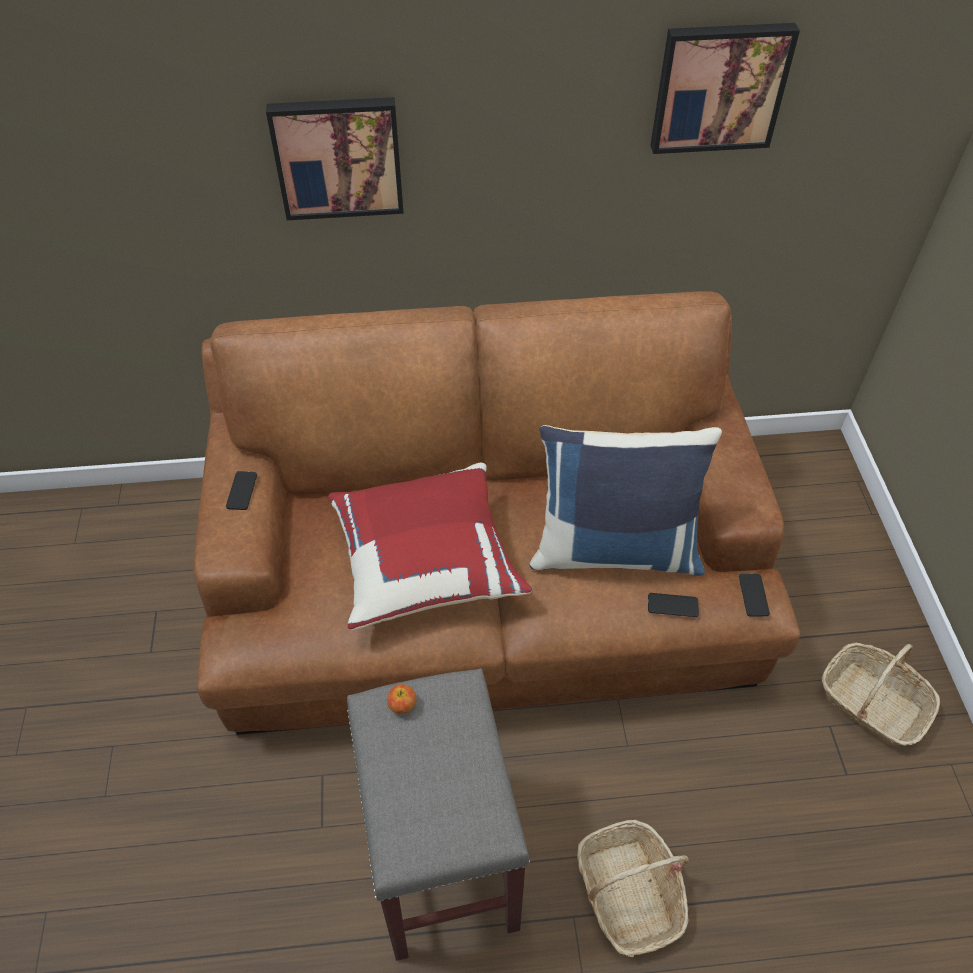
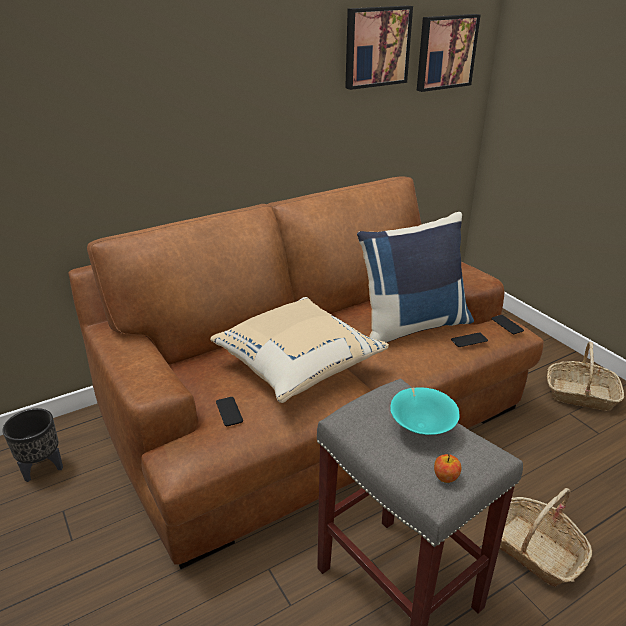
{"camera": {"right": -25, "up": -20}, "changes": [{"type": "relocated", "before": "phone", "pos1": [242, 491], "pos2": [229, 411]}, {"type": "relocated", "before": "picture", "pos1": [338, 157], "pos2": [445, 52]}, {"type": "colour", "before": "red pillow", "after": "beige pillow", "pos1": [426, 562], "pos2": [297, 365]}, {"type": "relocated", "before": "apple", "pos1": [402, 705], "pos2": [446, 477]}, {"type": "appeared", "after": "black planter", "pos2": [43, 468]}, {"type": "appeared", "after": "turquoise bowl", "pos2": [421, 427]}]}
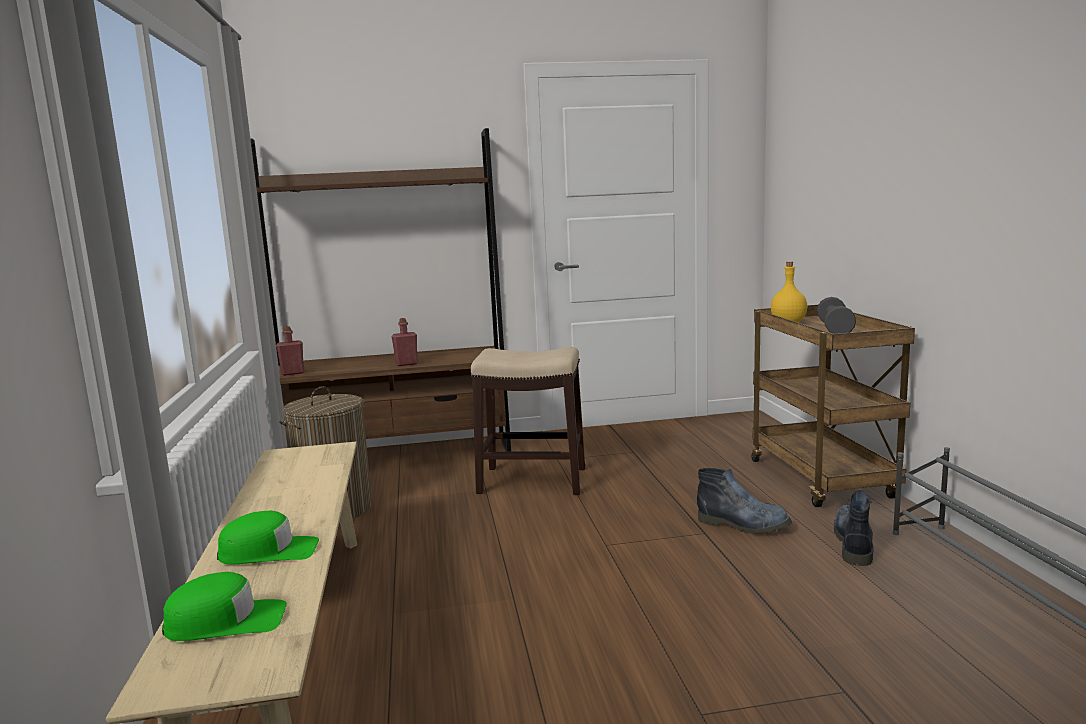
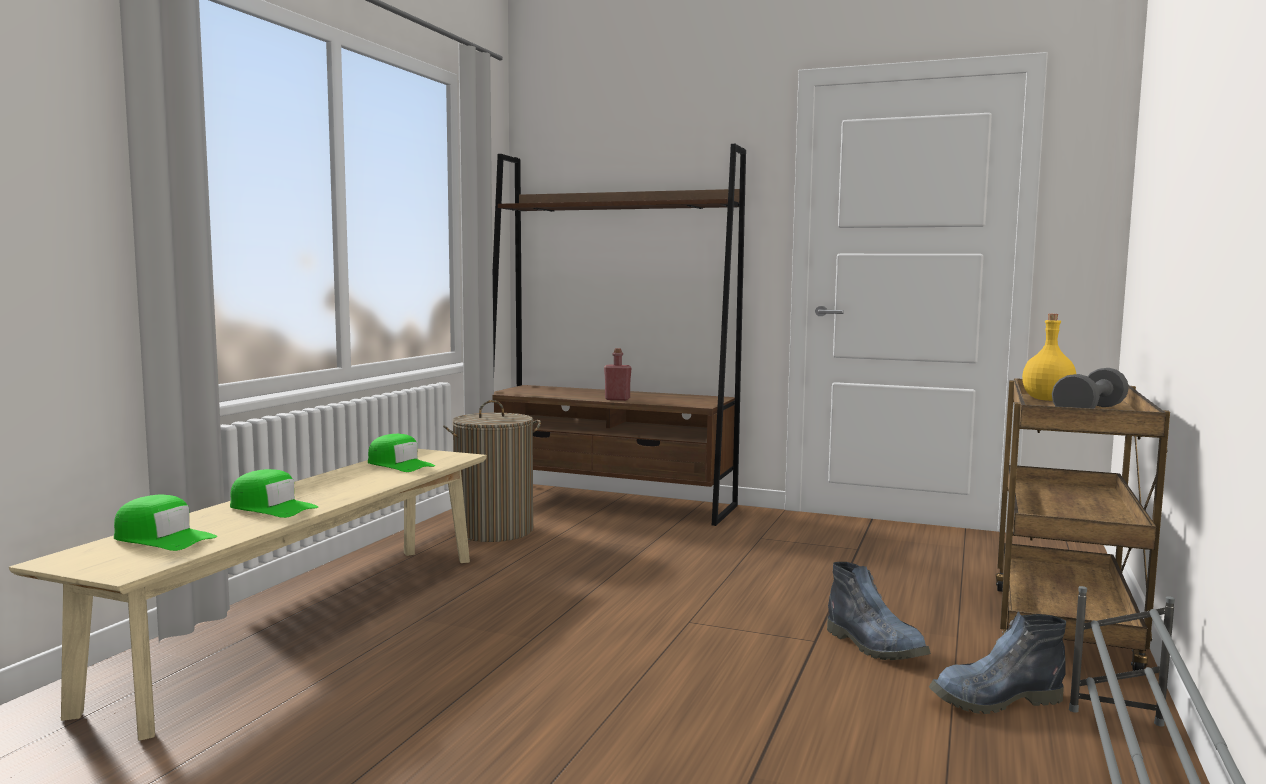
{"camera": {"right": 30, "up": -5}, "changes": [{"type": "missing", "before": "red bottle", "pos1": [292, 373]}, {"type": "missing", "before": "stool", "pos1": [533, 480]}, {"type": "spun", "before": "boot", "pos1": [853, 542], "pos2": [994, 701], "turn": -150}, {"type": "appeared", "after": "green cap", "pos2": [399, 465]}]}
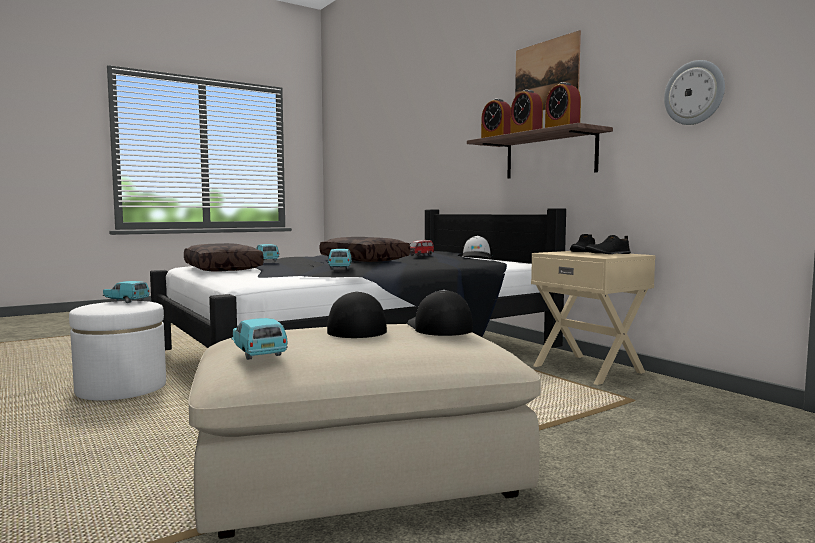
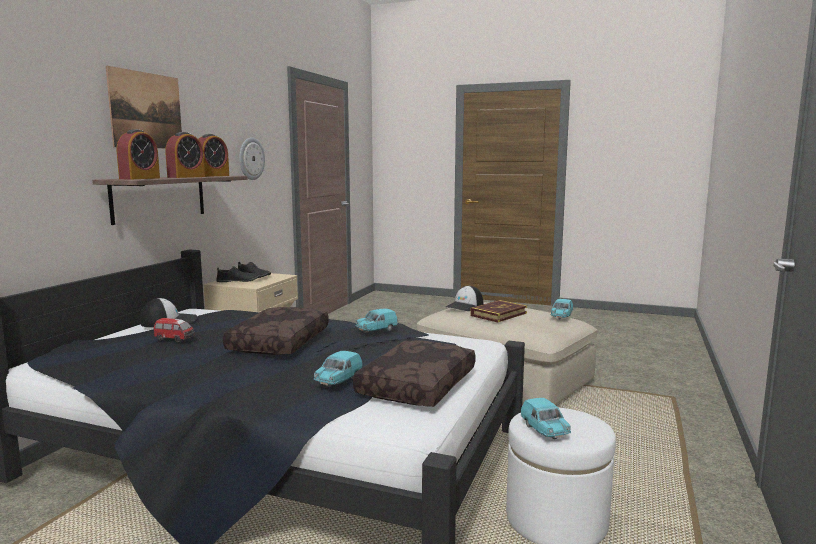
{"camera": {"right": -125, "up": 5}, "changes": [{"type": "exchanged", "before": "cap", "after": "book", "pos1": [355, 329], "pos2": [498, 314]}]}
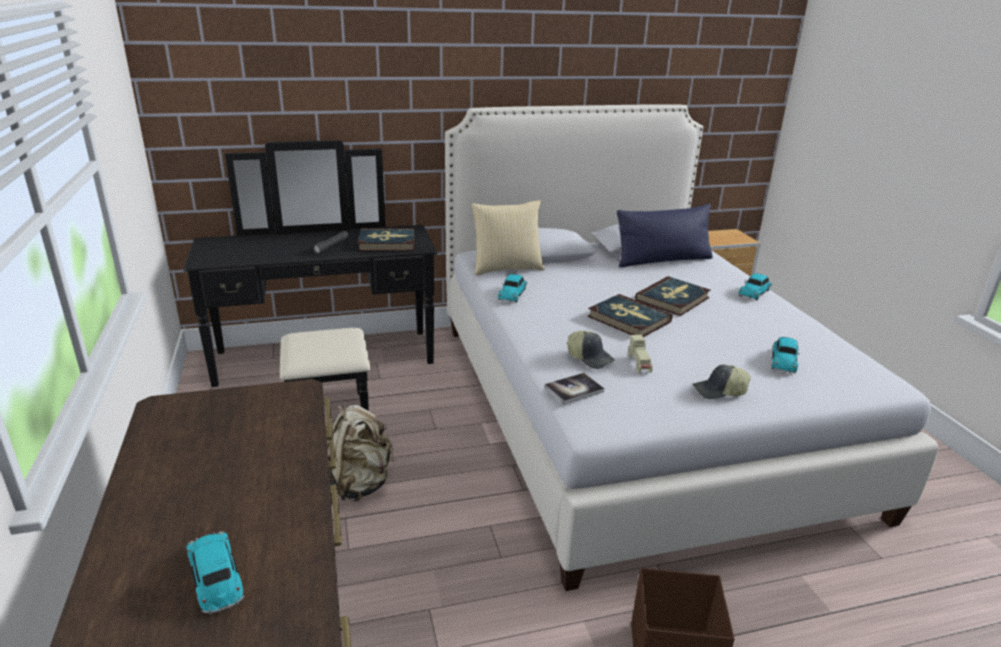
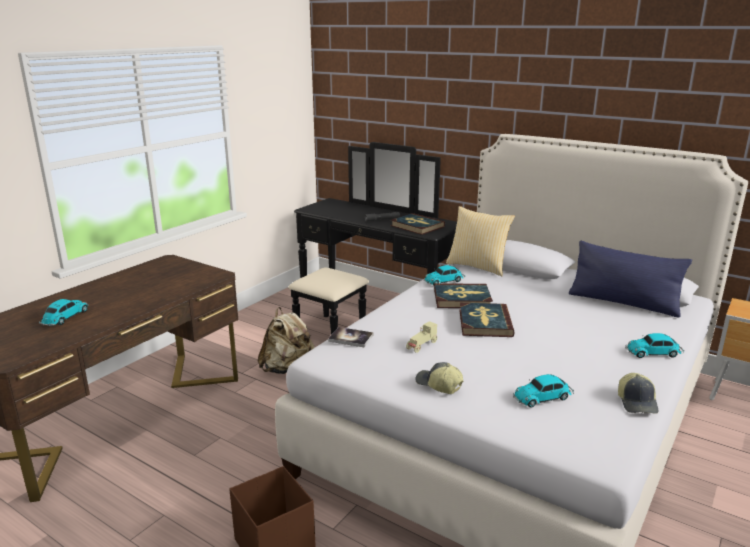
{"camera": {"right": 50, "up": -5}, "changes": [{"type": "relocated", "before": "cap", "pos1": [590, 357], "pos2": [637, 402]}, {"type": "relocated", "before": "book", "pos1": [673, 299], "pos2": [462, 299]}]}
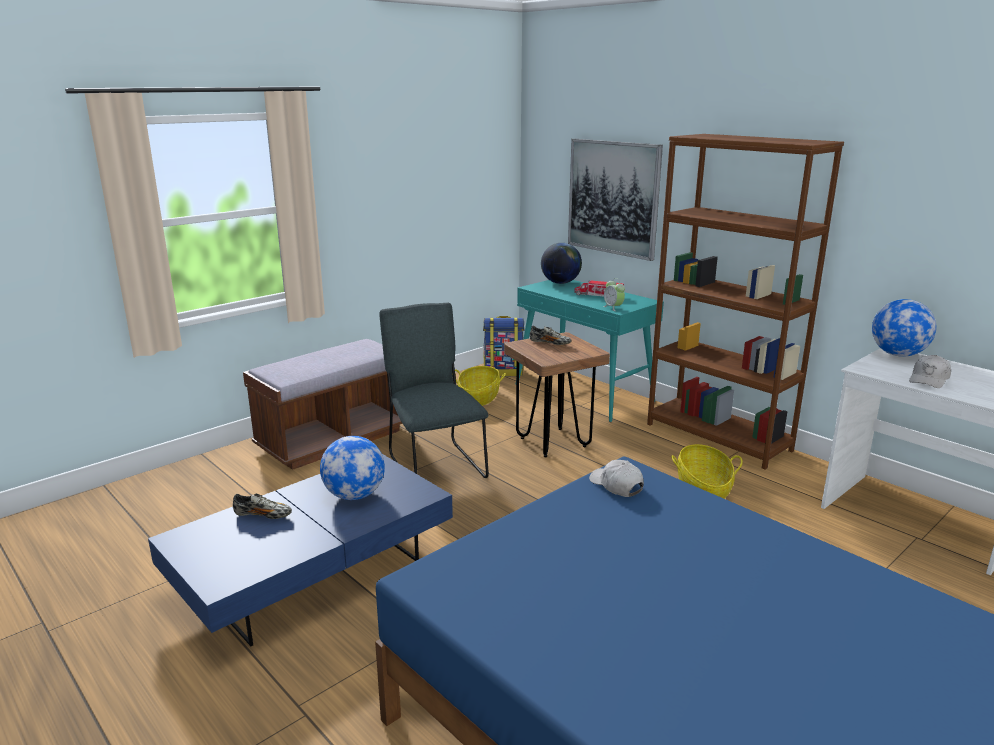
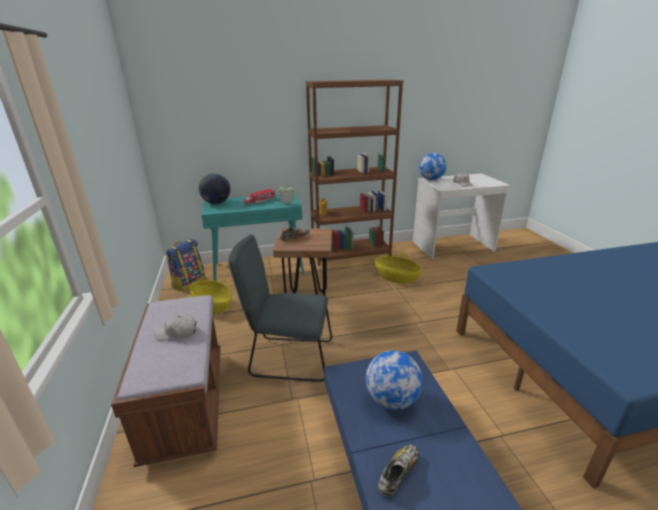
{"camera": {"right": -60, "up": 5}, "changes": [{"type": "missing", "before": "picture", "pos1": [613, 198]}, {"type": "relocated", "before": "white cap", "pos1": [616, 485], "pos2": [177, 332]}]}
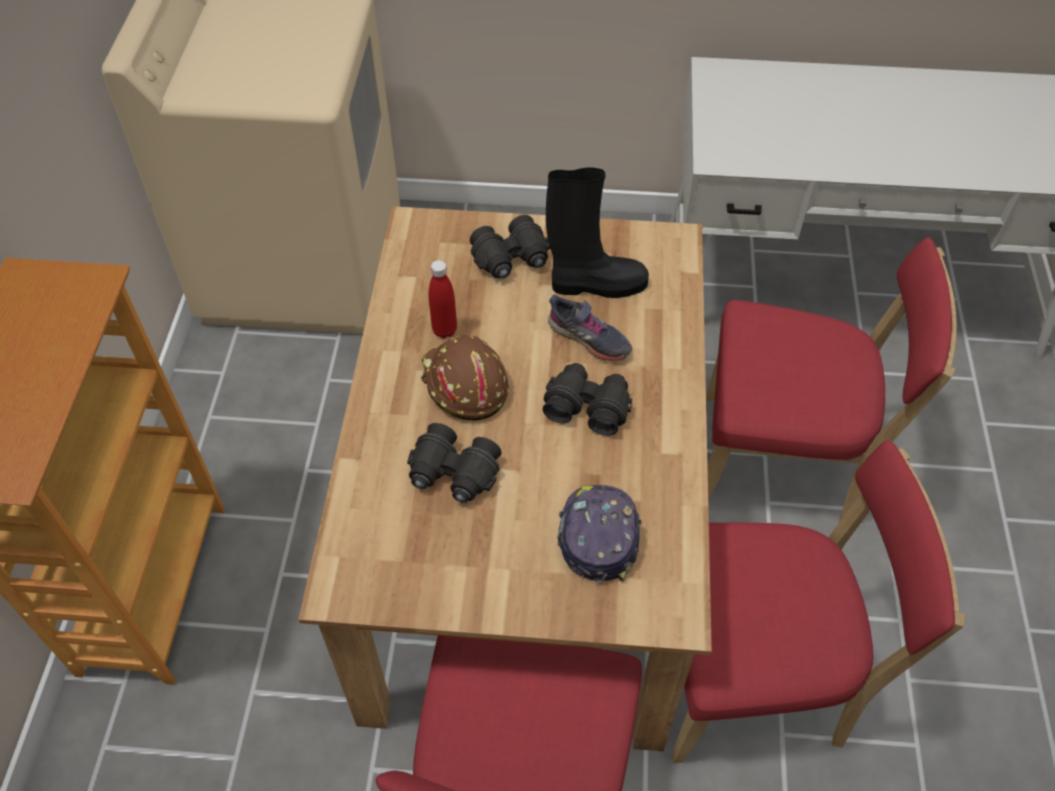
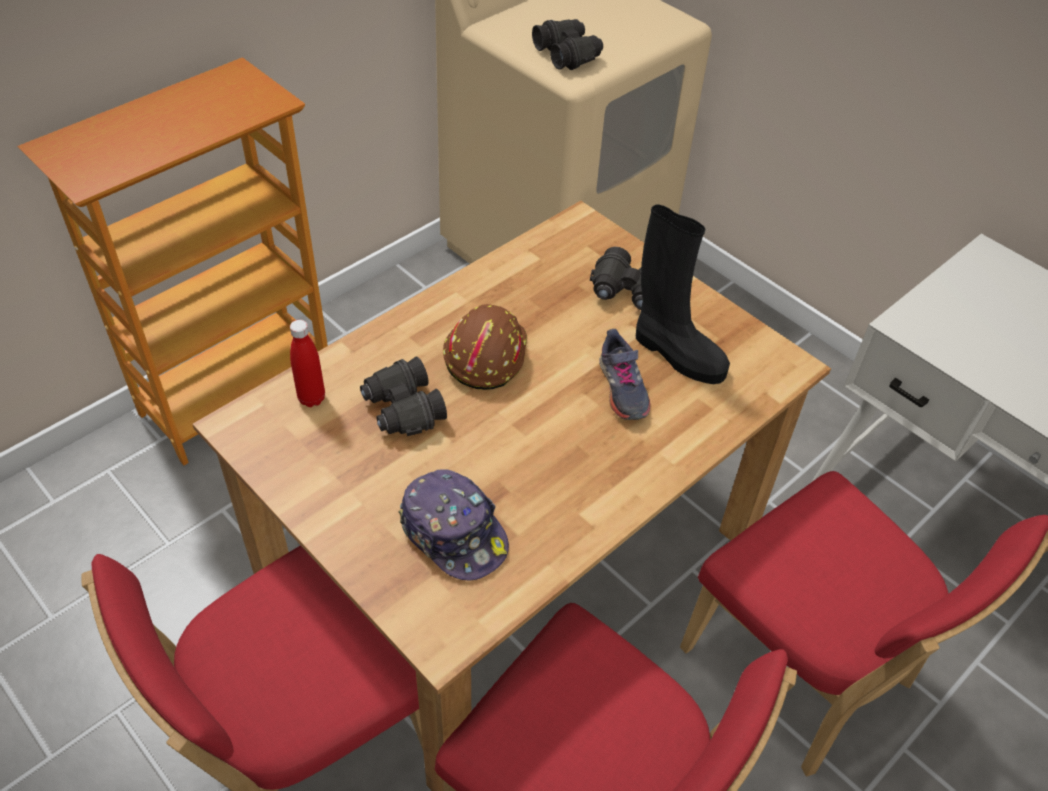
{"camera": {"right": 40, "up": -5}, "changes": [{"type": "relocated", "before": "red bottle", "pos1": [444, 330], "pos2": [312, 398]}, {"type": "relocated", "before": "black binoculars", "pos1": [587, 406], "pos2": [567, 54]}, {"type": "spun", "before": "cap", "pos1": [598, 535], "pos2": [454, 533], "turn": 90}]}
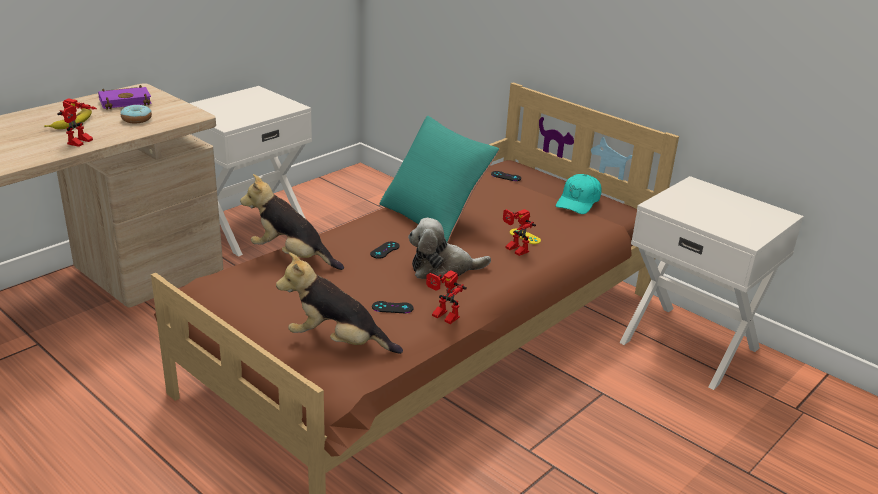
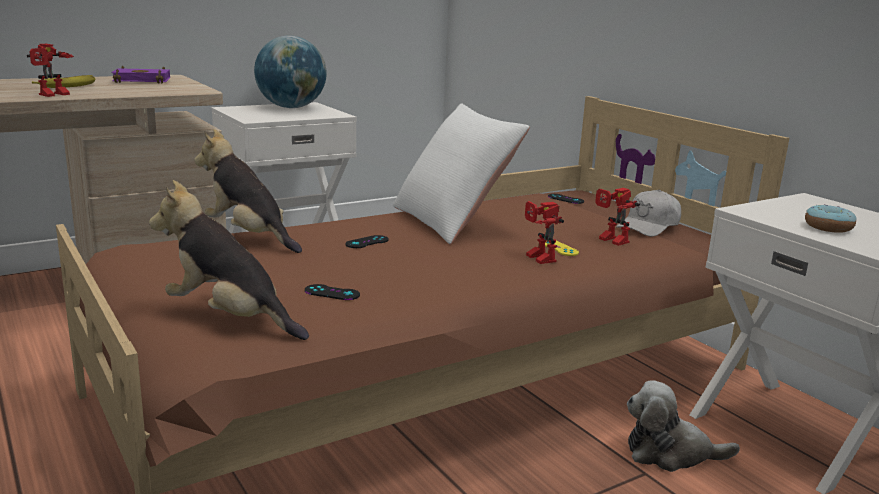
{"camera": {"right": 15, "up": -10}, "changes": [{"type": "relocated", "before": "donut", "pos1": [136, 119], "pos2": [828, 227]}, {"type": "colour", "before": "turquoise pillow", "after": "white pillow", "pos1": [434, 215], "pos2": [453, 221]}, {"type": "relocated", "before": "plush toy", "pos1": [443, 269], "pos2": [670, 453]}, {"type": "relocated", "before": "toy robot", "pos1": [442, 317], "pos2": [609, 240]}, {"type": "colour", "before": "turquoise cap", "after": "white cap", "pos1": [578, 202], "pos2": [649, 226]}, {"type": "appeared", "after": "globe", "pos2": [291, 107]}]}
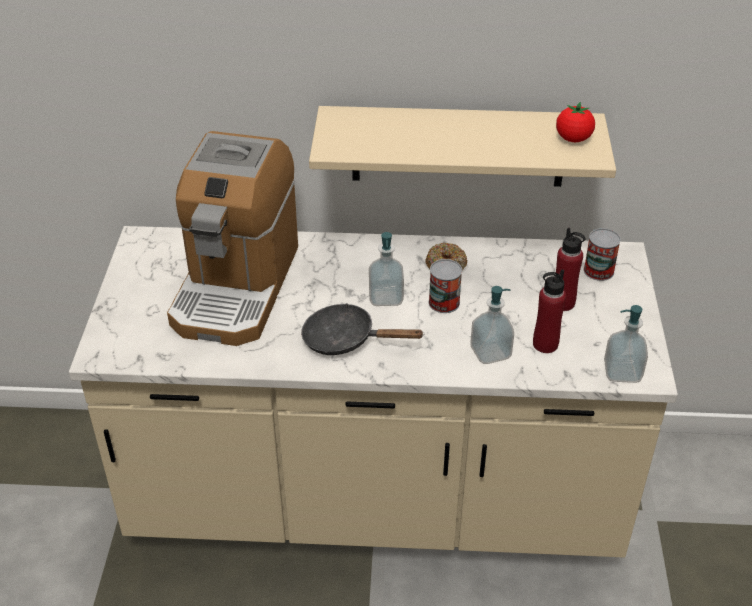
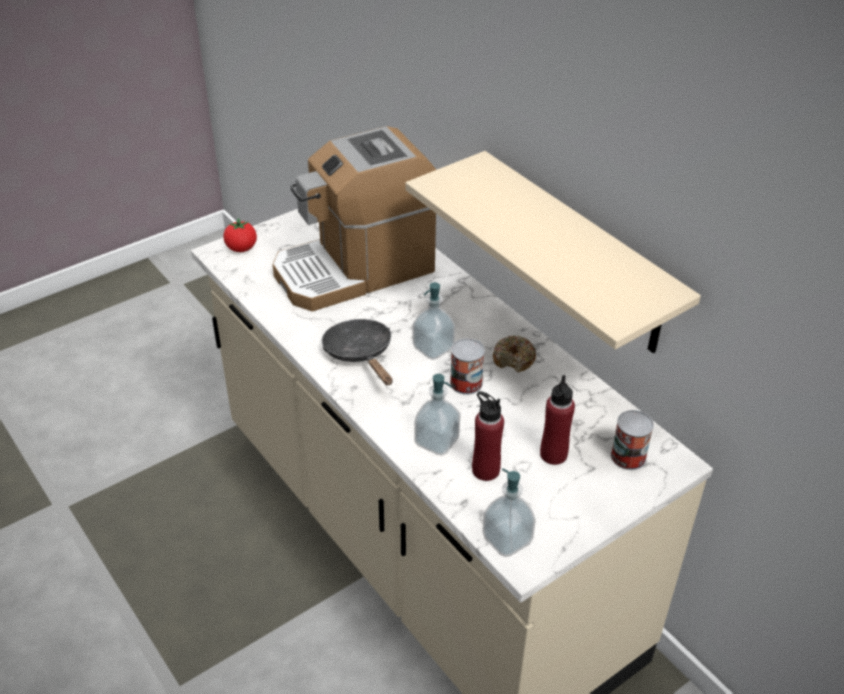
{"camera": {"right": 50, "up": 0}, "changes": [{"type": "relocated", "before": "tomato", "pos1": [573, 139], "pos2": [241, 248]}]}
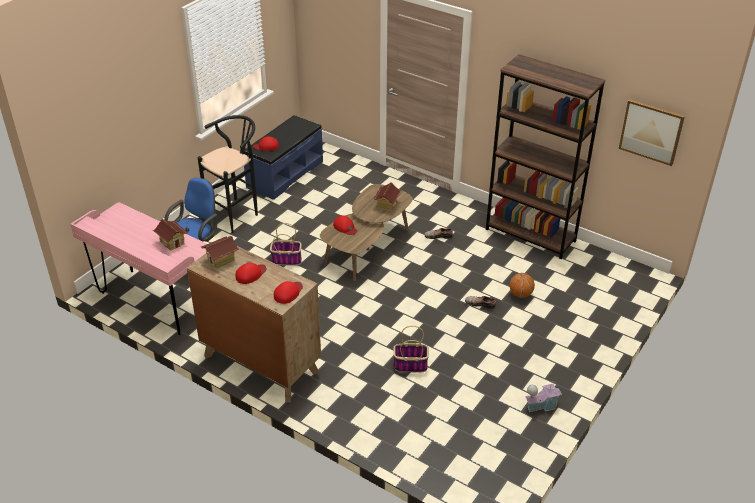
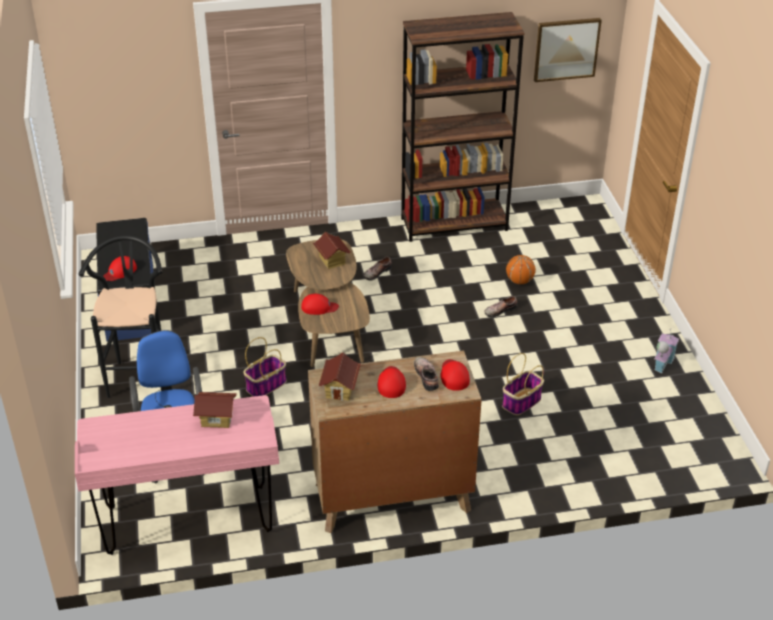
{"camera": {"right": -45, "up": 0}, "changes": [{"type": "appeared", "after": "shoe", "pos2": [427, 376]}]}
